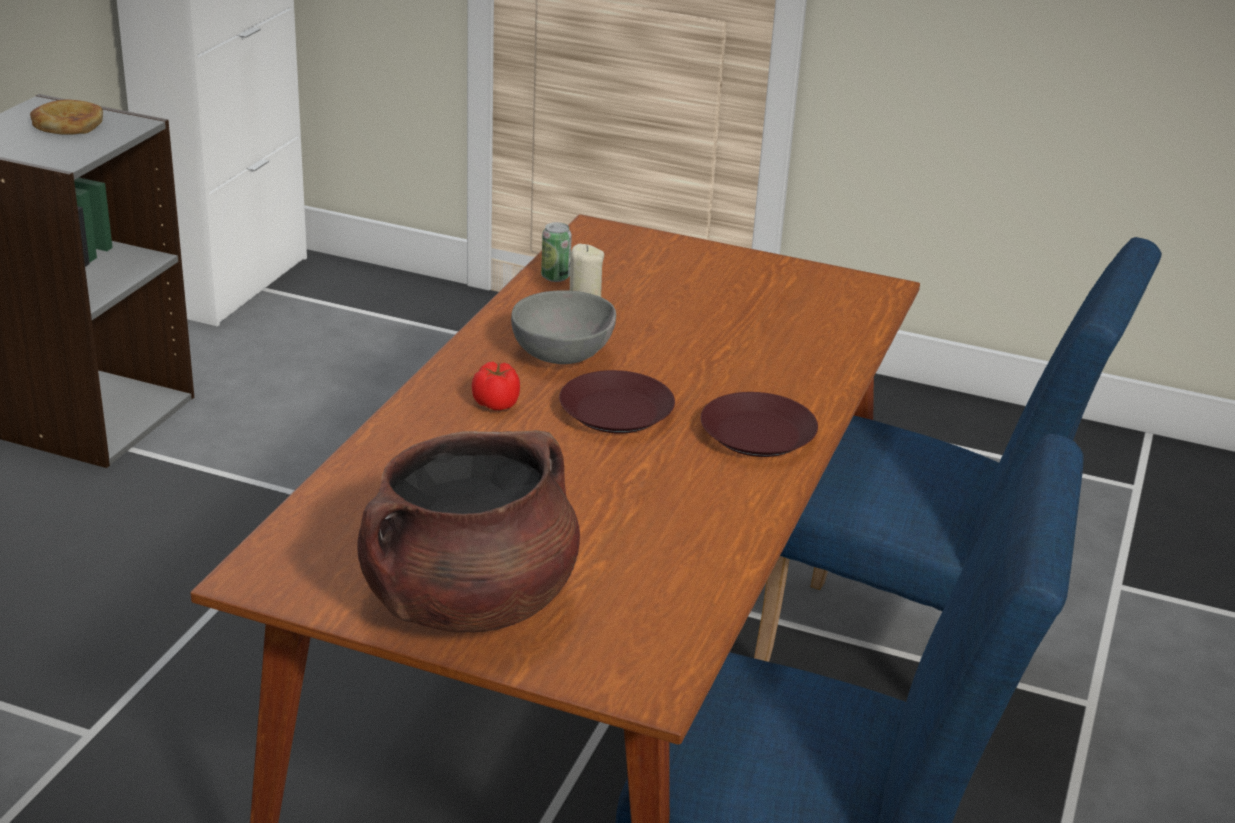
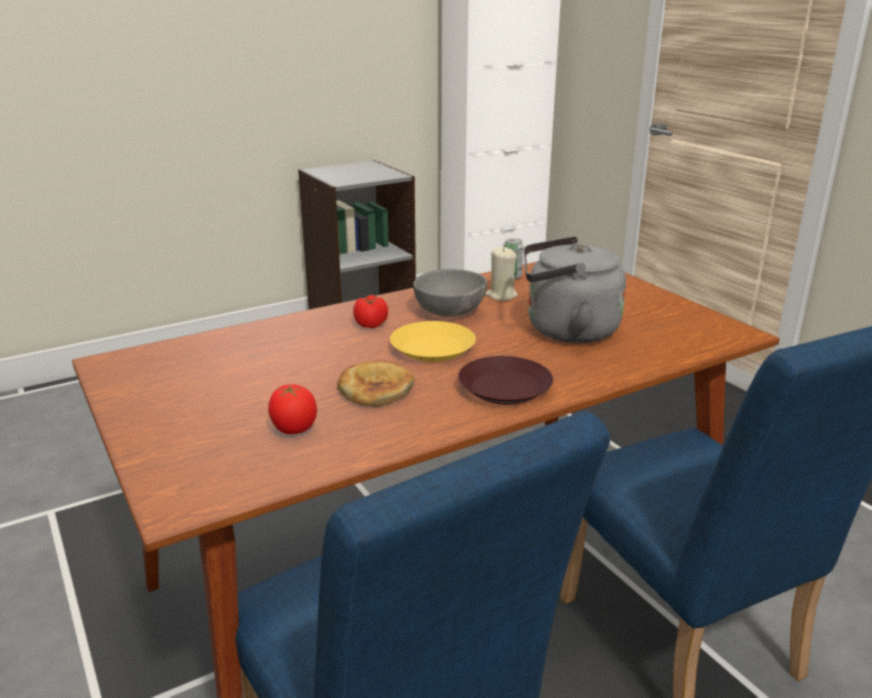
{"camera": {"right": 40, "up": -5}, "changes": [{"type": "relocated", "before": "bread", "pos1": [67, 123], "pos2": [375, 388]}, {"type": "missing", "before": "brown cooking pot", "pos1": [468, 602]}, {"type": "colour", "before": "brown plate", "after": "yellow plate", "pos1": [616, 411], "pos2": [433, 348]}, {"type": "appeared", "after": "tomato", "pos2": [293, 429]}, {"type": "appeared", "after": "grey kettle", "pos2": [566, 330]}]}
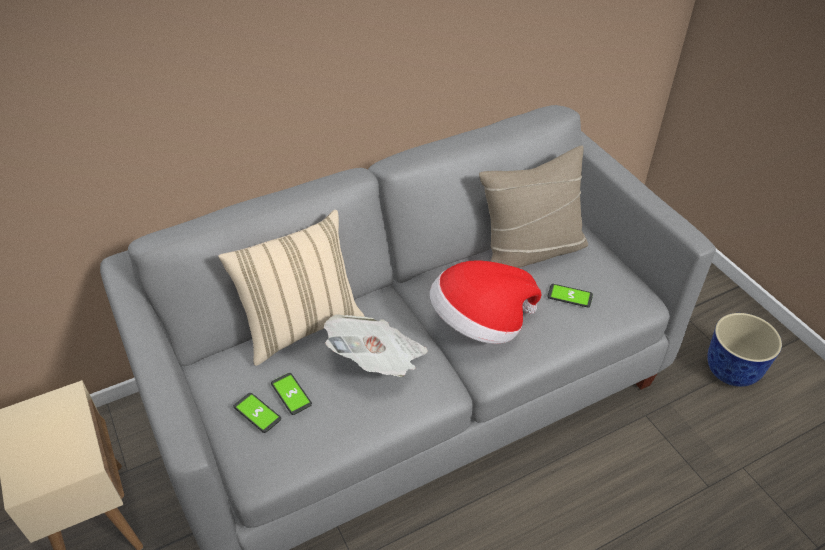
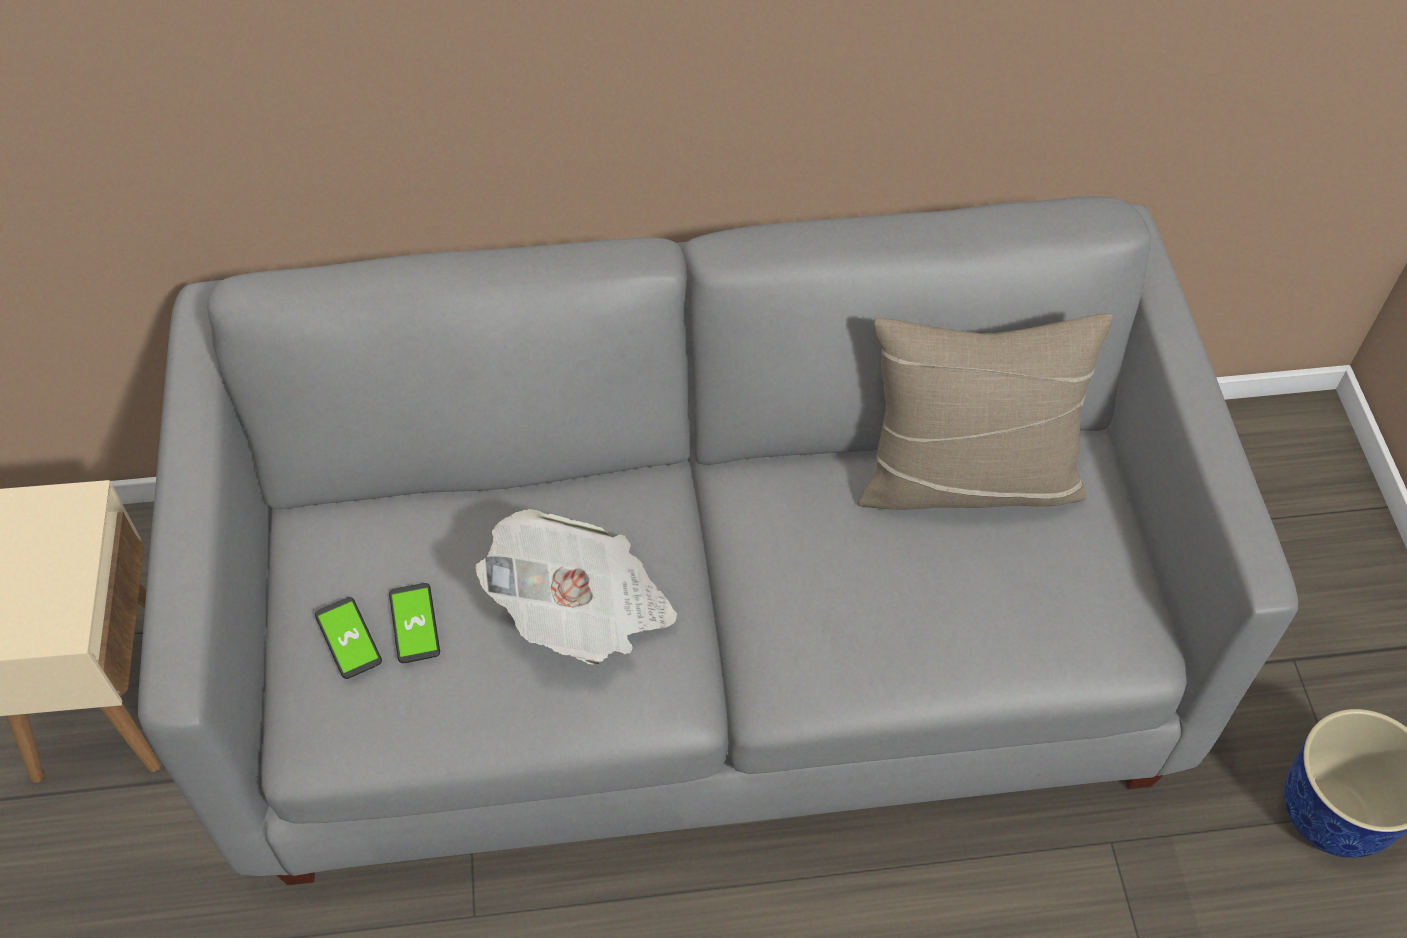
{"camera": {"right": 20, "up": 10}, "changes": [{"type": "missing", "before": "beige pillow", "pos1": [301, 326]}, {"type": "missing", "before": "hat", "pos1": [480, 323]}, {"type": "missing", "before": "phone", "pos1": [569, 296]}]}
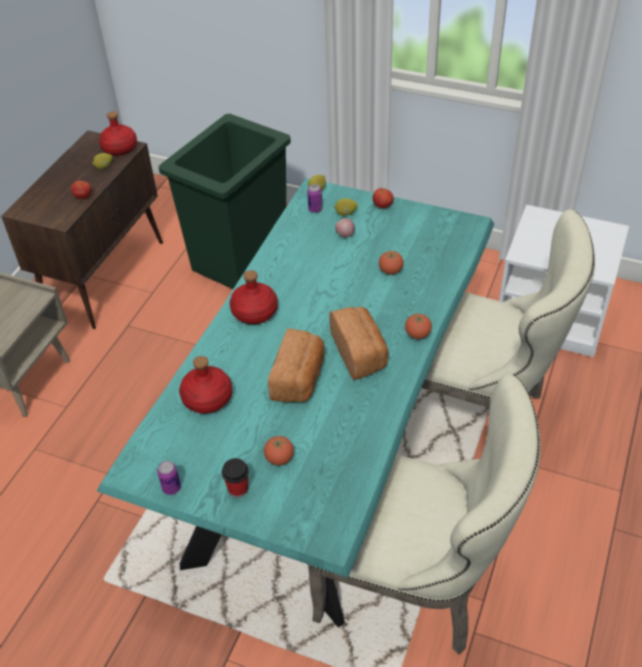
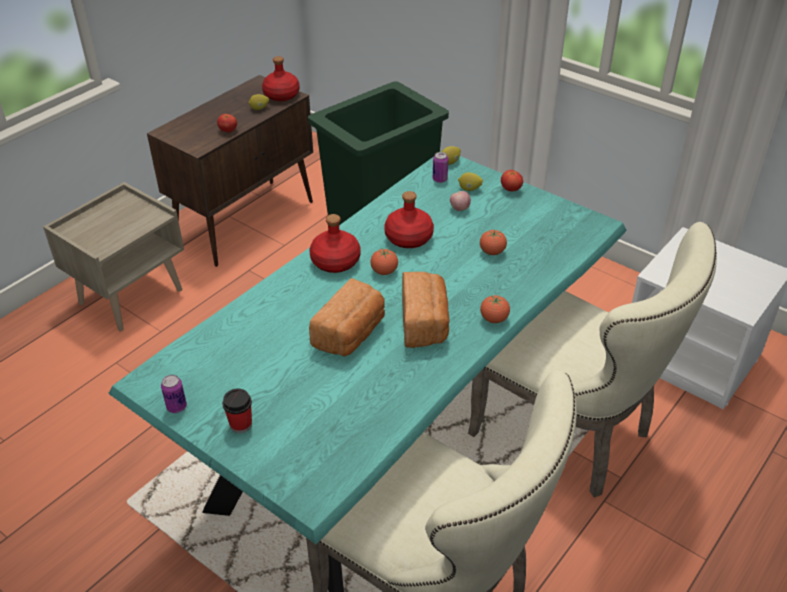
{"camera": {"right": 15, "up": -5}, "changes": [{"type": "relocated", "before": "red bottle", "pos1": [208, 398], "pos2": [409, 238]}, {"type": "relocated", "before": "tomato", "pos1": [279, 458], "pos2": [384, 271]}]}
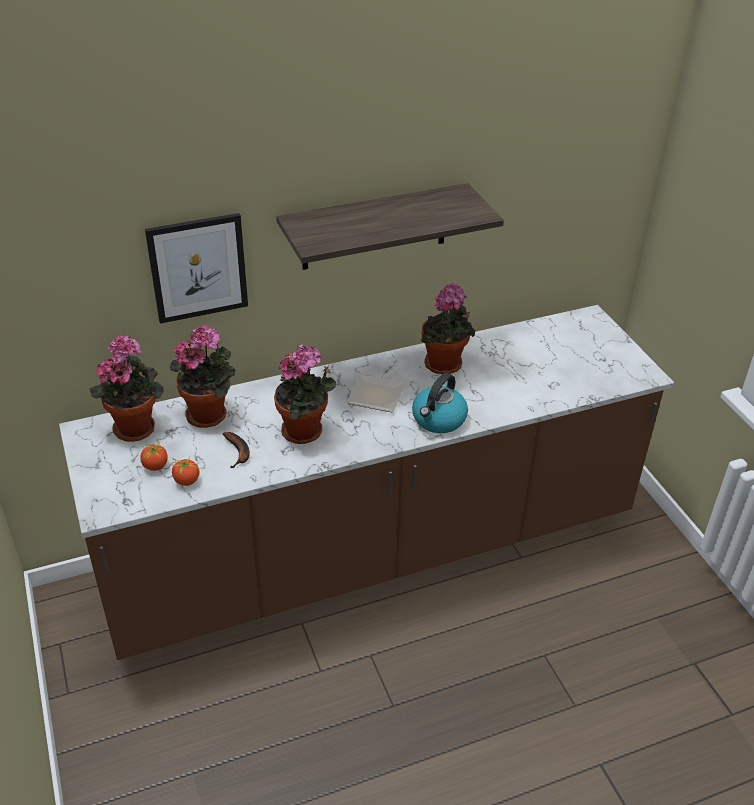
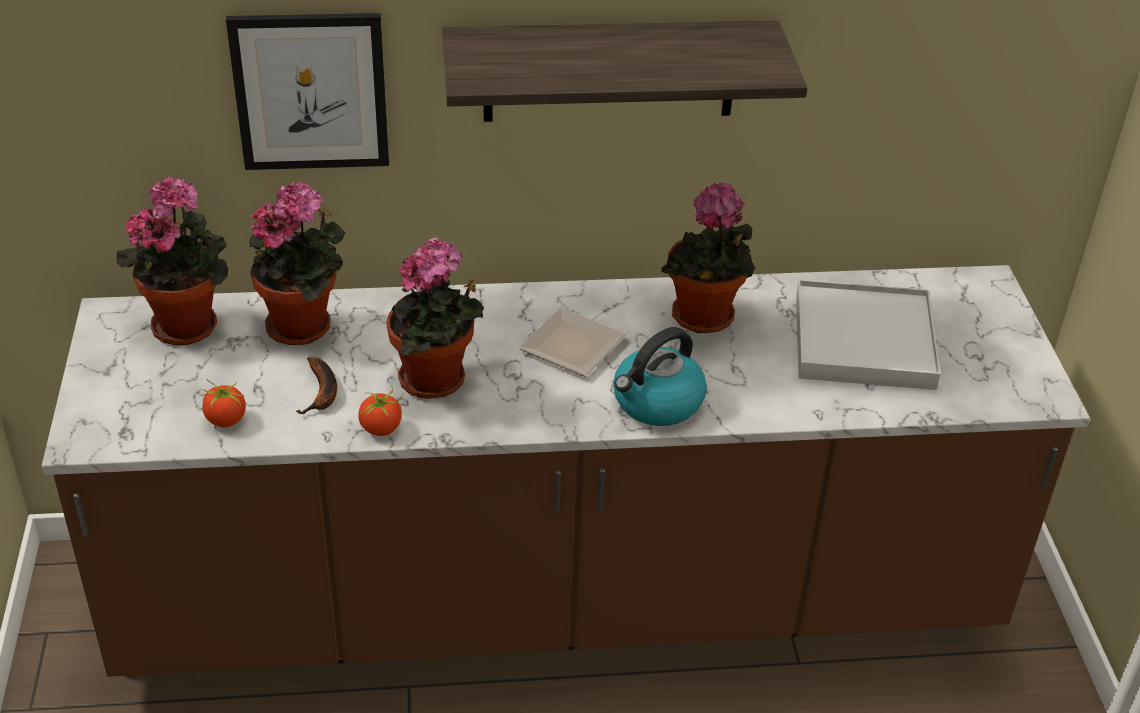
{"camera": {"right": 15, "up": 0}, "changes": [{"type": "relocated", "before": "tomato", "pos1": [155, 466], "pos2": [381, 428]}, {"type": "appeared", "after": "white tray", "pos2": [864, 341]}]}
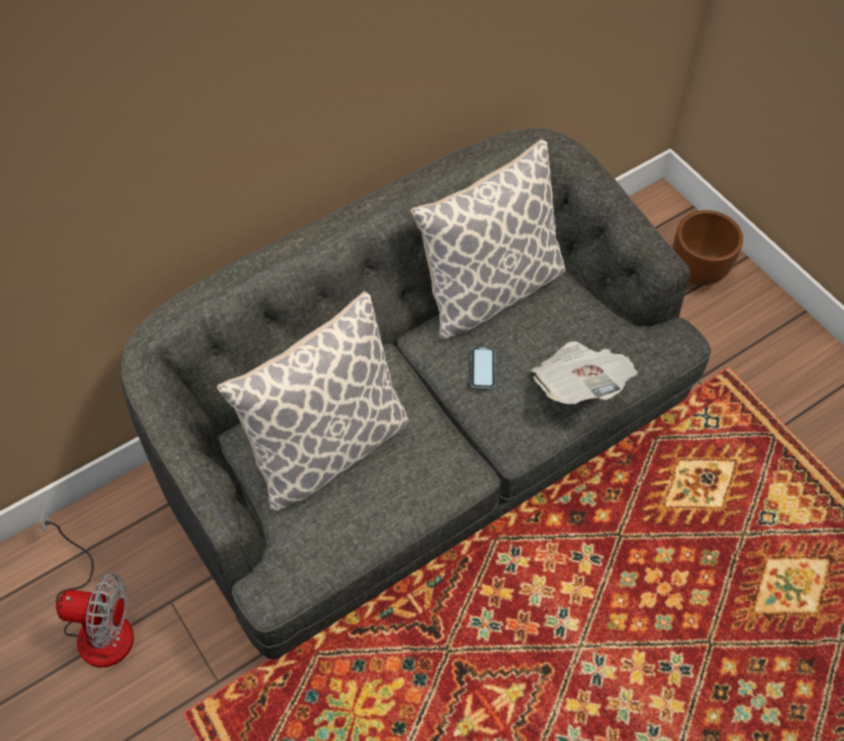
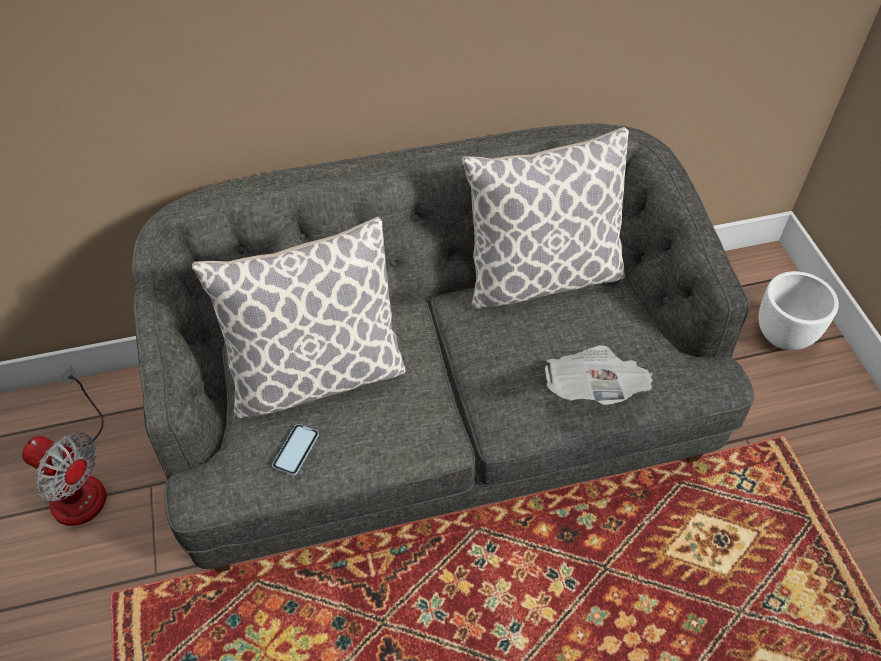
{"camera": {"right": 20, "up": -5}, "changes": [{"type": "relocated", "before": "phone", "pos1": [483, 369], "pos2": [296, 450]}, {"type": "colour", "before": "brown planter", "after": "white planter", "pos1": [698, 272], "pos2": [784, 336]}]}
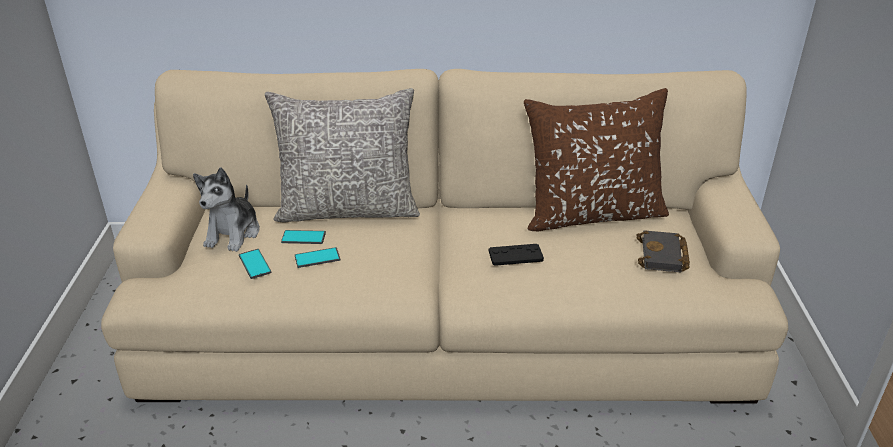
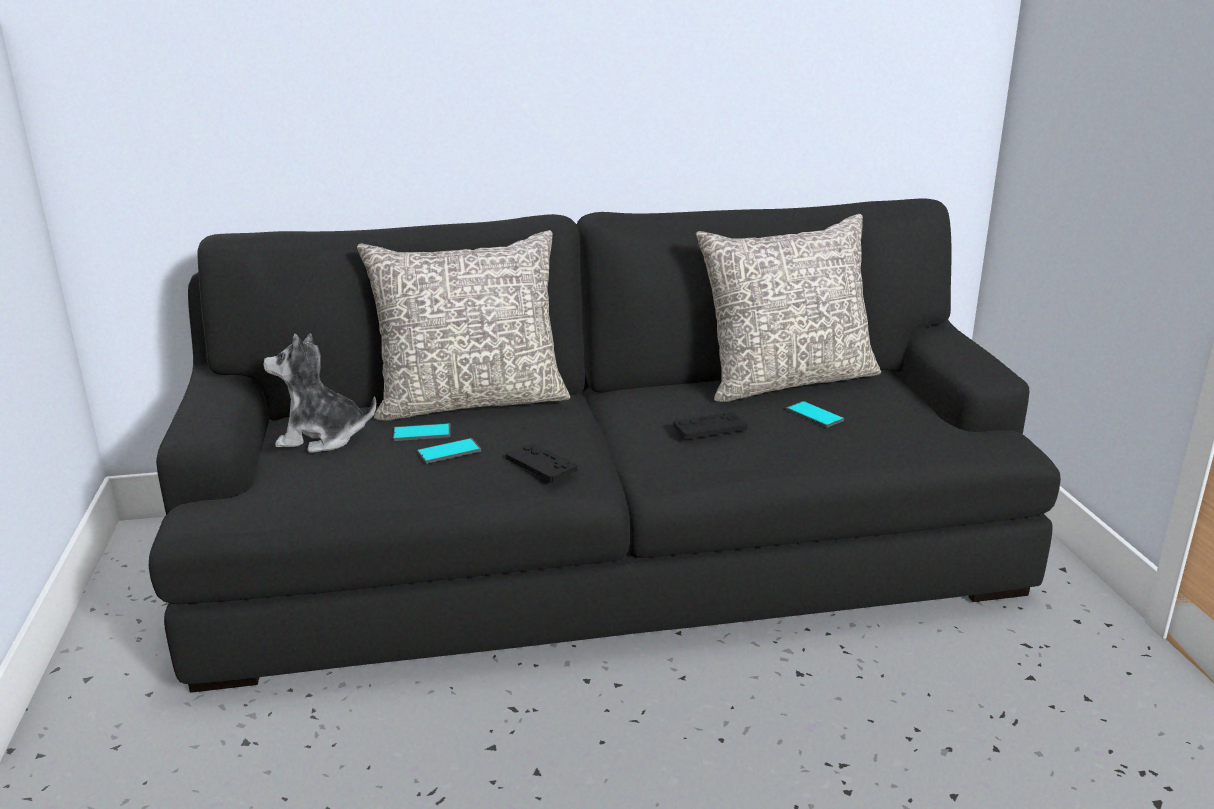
{"camera": {"right": -10, "up": -10}, "changes": [{"type": "colour", "before": "beige sofa", "after": "black sofa", "pos1": [446, 325], "pos2": [607, 556]}, {"type": "spun", "before": "plush toy", "pos1": [233, 233], "pos2": [322, 437], "turn": 90}, {"type": "relocated", "before": "phone", "pos1": [254, 264], "pos2": [814, 415]}, {"type": "colour", "before": "brown pillow", "after": "grey pillow", "pos1": [592, 214], "pos2": [787, 380]}, {"type": "missing", "before": "black book", "pos1": [663, 257]}, {"type": "appeared", "after": "black game controller", "pos2": [541, 464]}]}
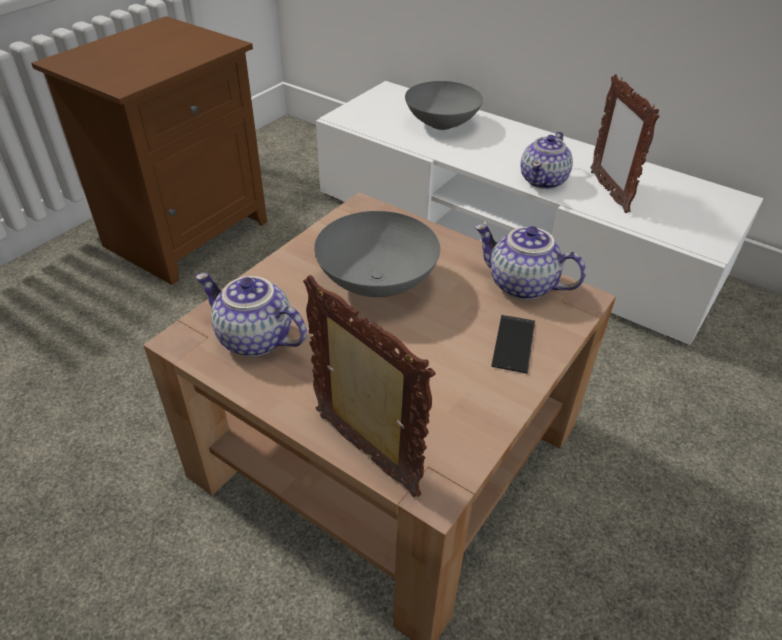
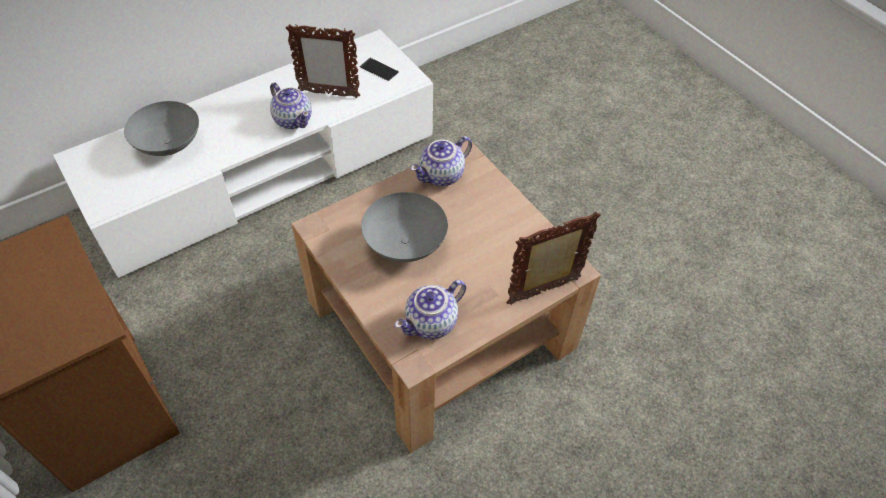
{"camera": {"right": -70, "up": 10}, "changes": [{"type": "relocated", "before": "phone", "pos1": [513, 344], "pos2": [379, 69]}]}
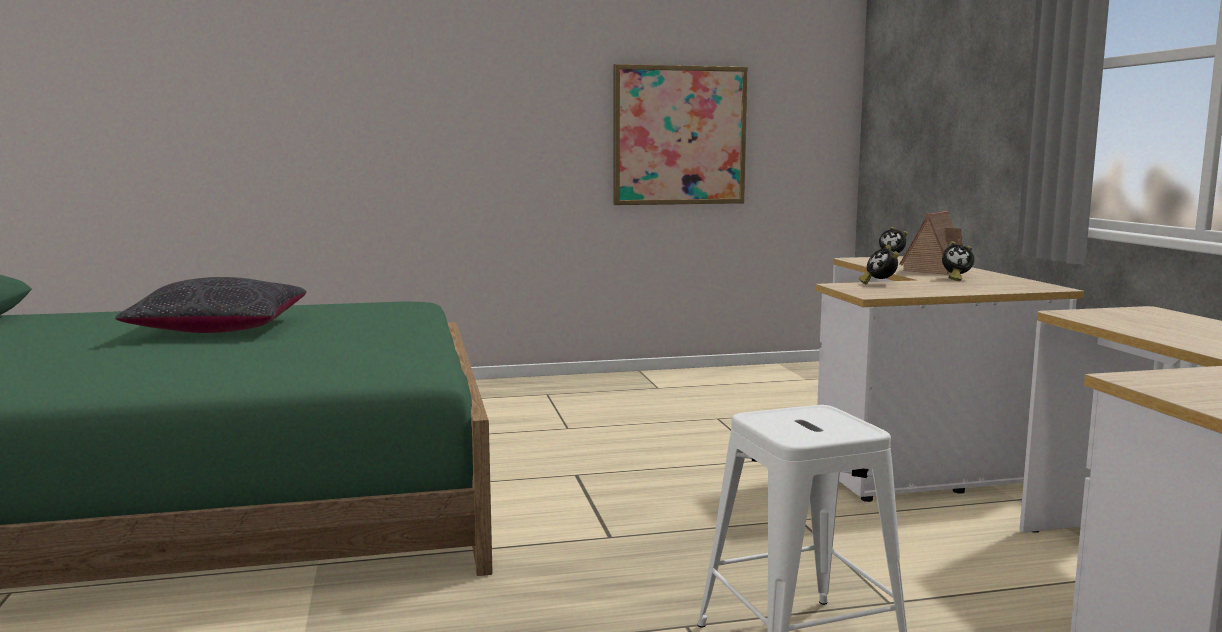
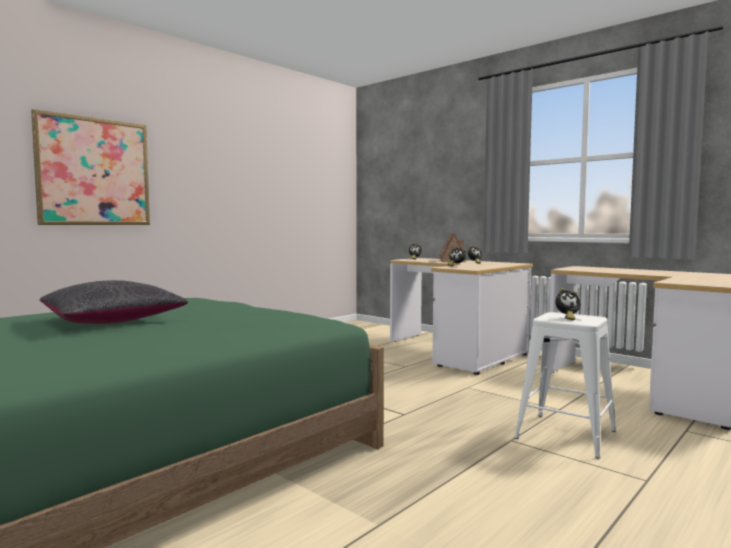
{"camera": {"right": -35, "up": -5}, "changes": [{"type": "relocated", "before": "picture", "pos1": [679, 135], "pos2": [94, 172]}, {"type": "appeared", "after": "alarm clock", "pos2": [566, 318]}]}
